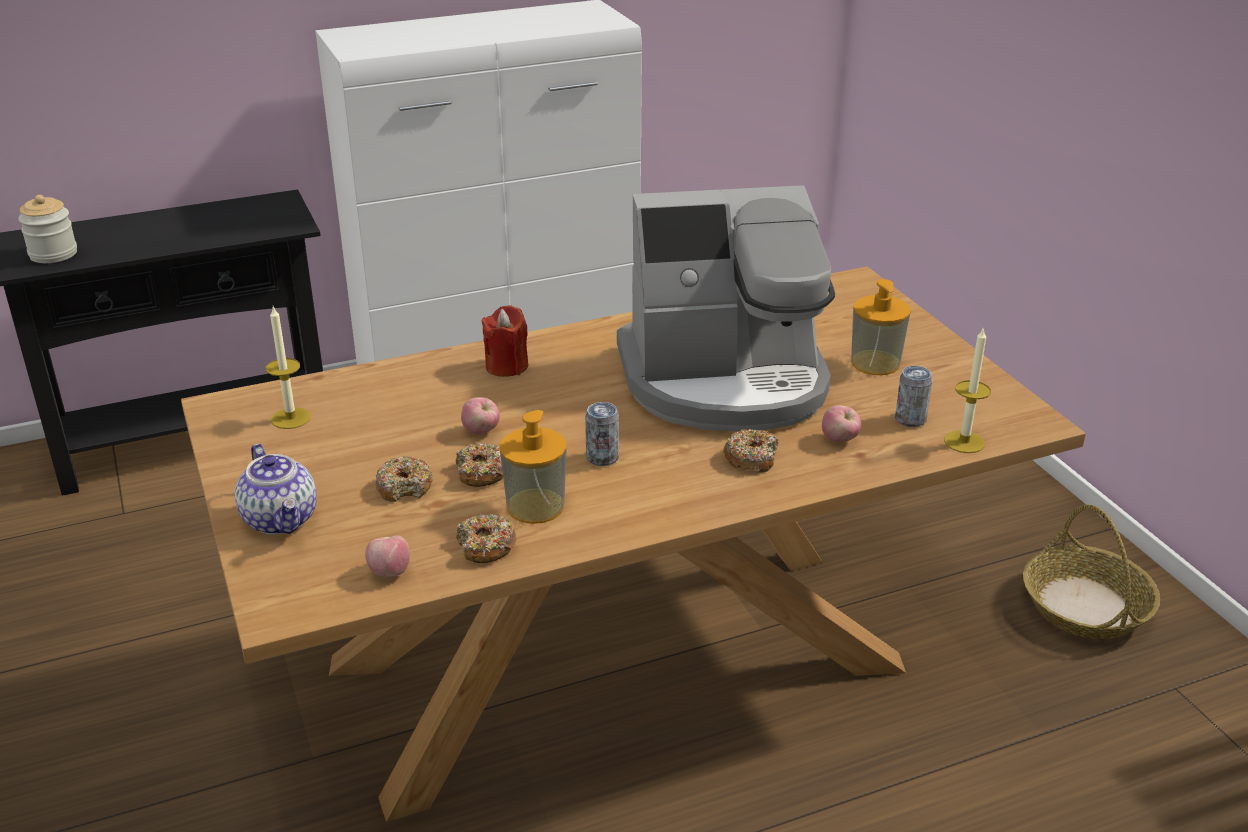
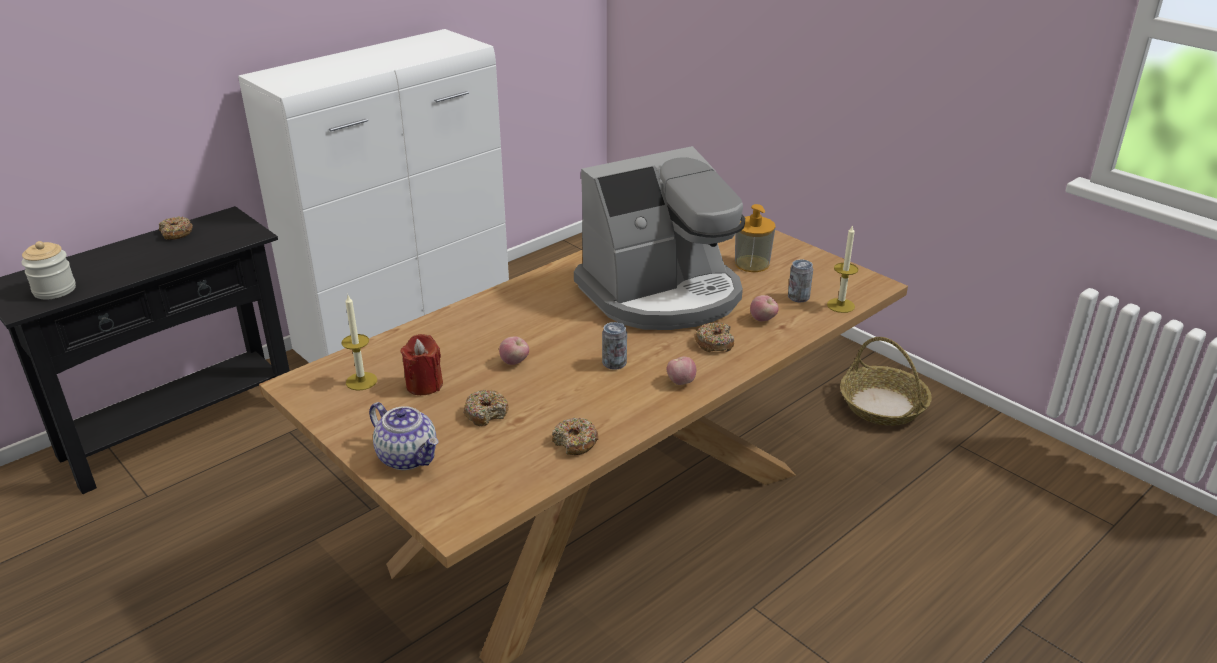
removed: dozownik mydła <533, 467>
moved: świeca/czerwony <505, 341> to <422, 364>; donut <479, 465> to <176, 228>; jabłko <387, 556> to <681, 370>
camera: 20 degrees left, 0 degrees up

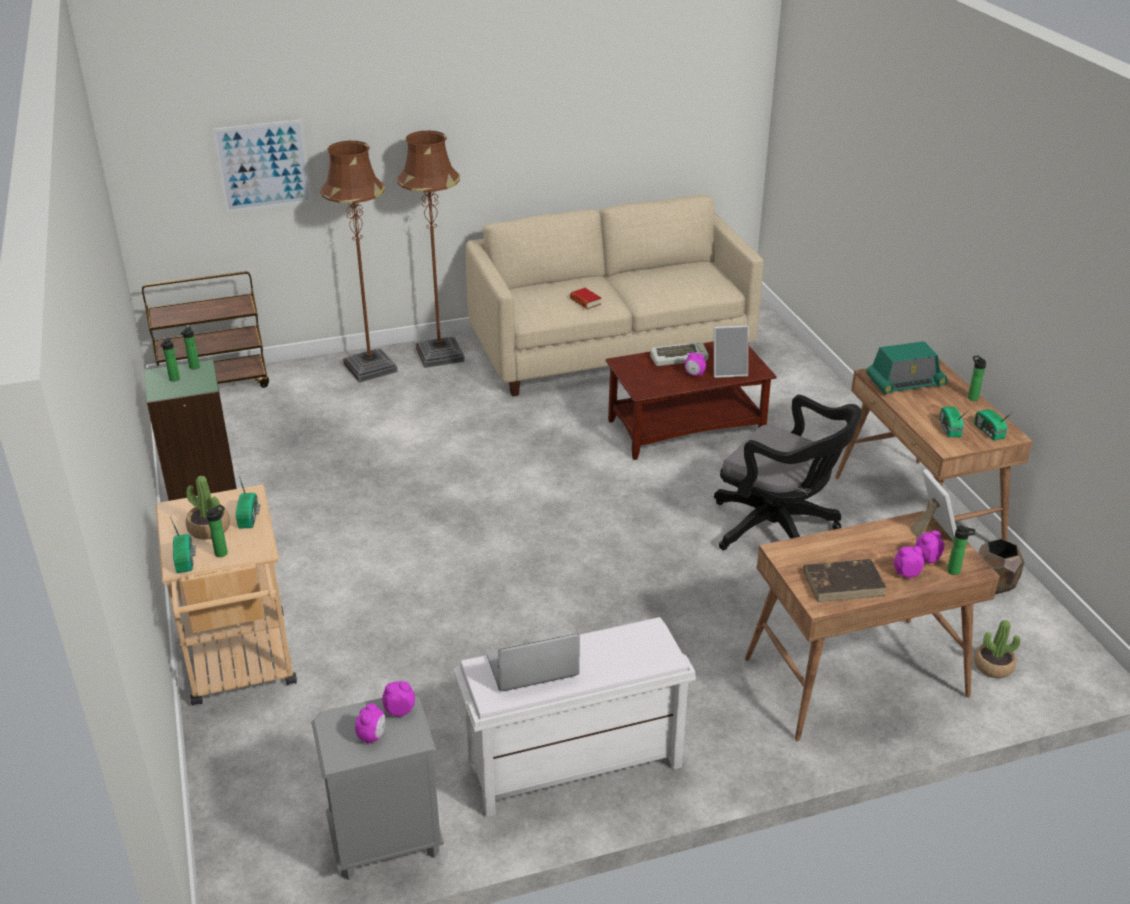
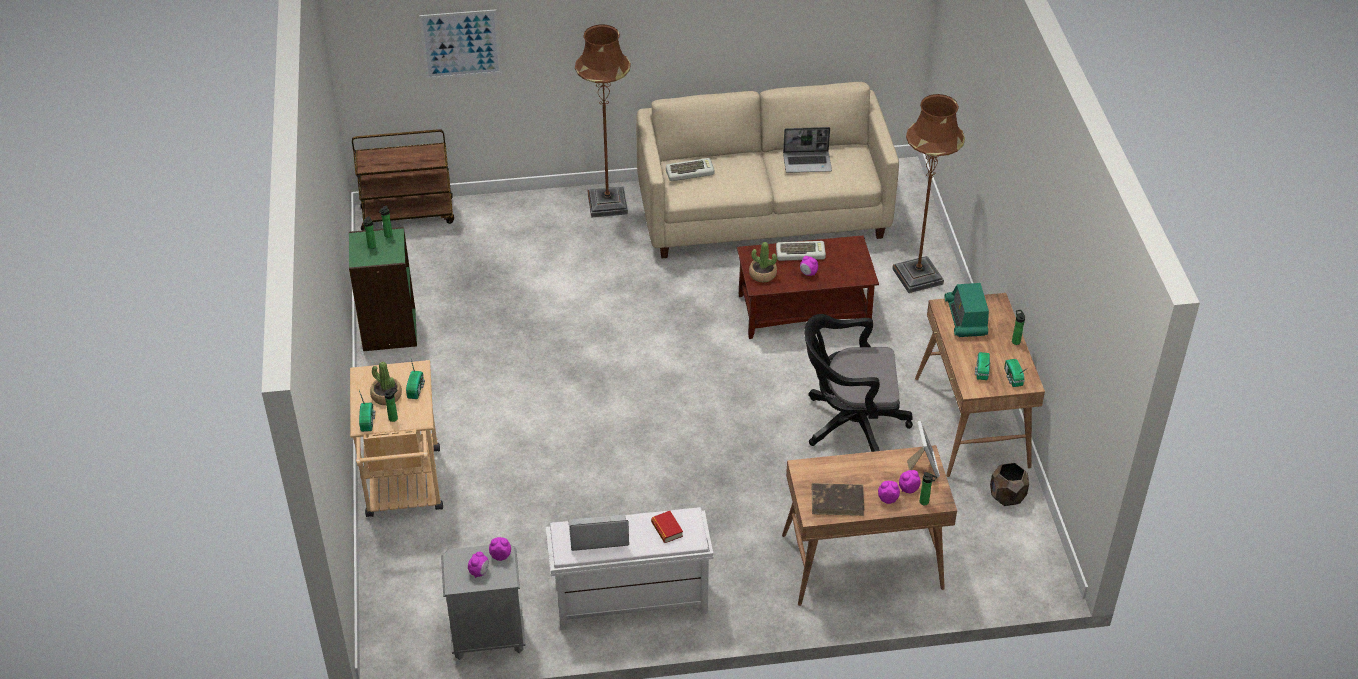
removed: ramka na zdjęcie <731, 351>
added: laptop <807, 150>; klawiatura <690, 169>
moved: lampa stojąca/brązowy <359, 262> to <928, 193>; książka <585, 298> to <667, 527>; roślina doniczkowa <997, 649> to <763, 262>
turned: radio <907, 367> = <967, 310> 90 degrees clockwise; krzesło biurowe/czarny <788, 472> = <858, 383> 135 degrees clockwise
camera: 10 degrees right, 10 degrees up

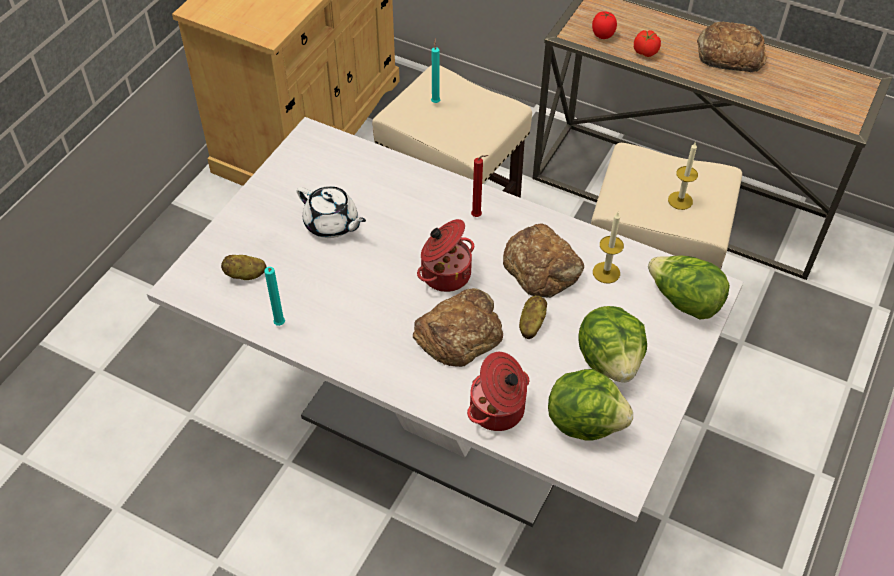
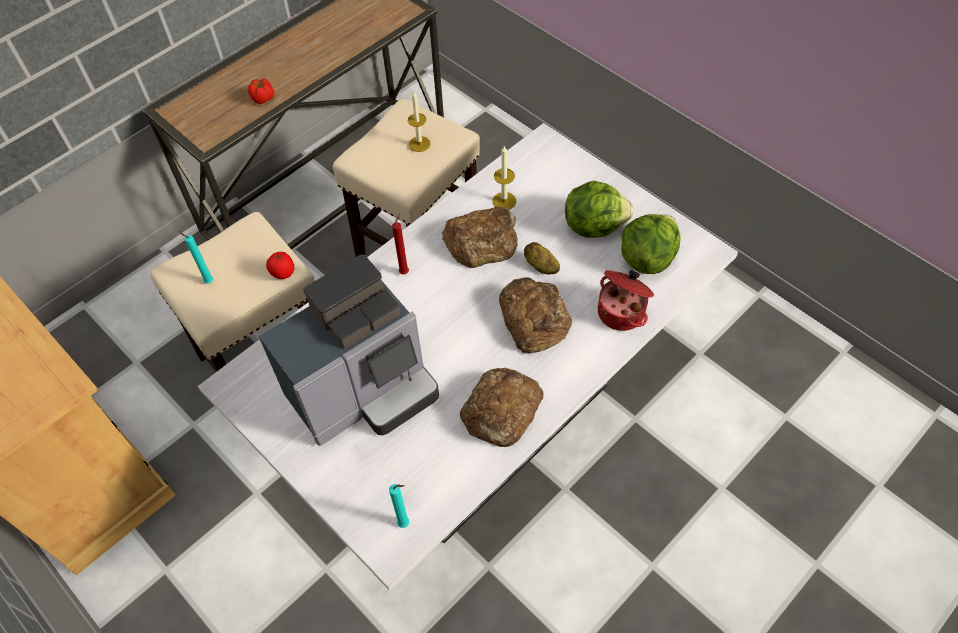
removed: garnek <445, 255>; ziemniak <243, 267>; sałata <689, 288>
moved: pomidor <604, 25> to <280, 265>; chleb <732, 47> to <501, 407>; świeca/turkusowy <274, 296> to <399, 506>
replaced: imbryk/biały <331, 212> to ekspres do kawy <349, 350>
camera: 70 degrees left, 5 degrees up

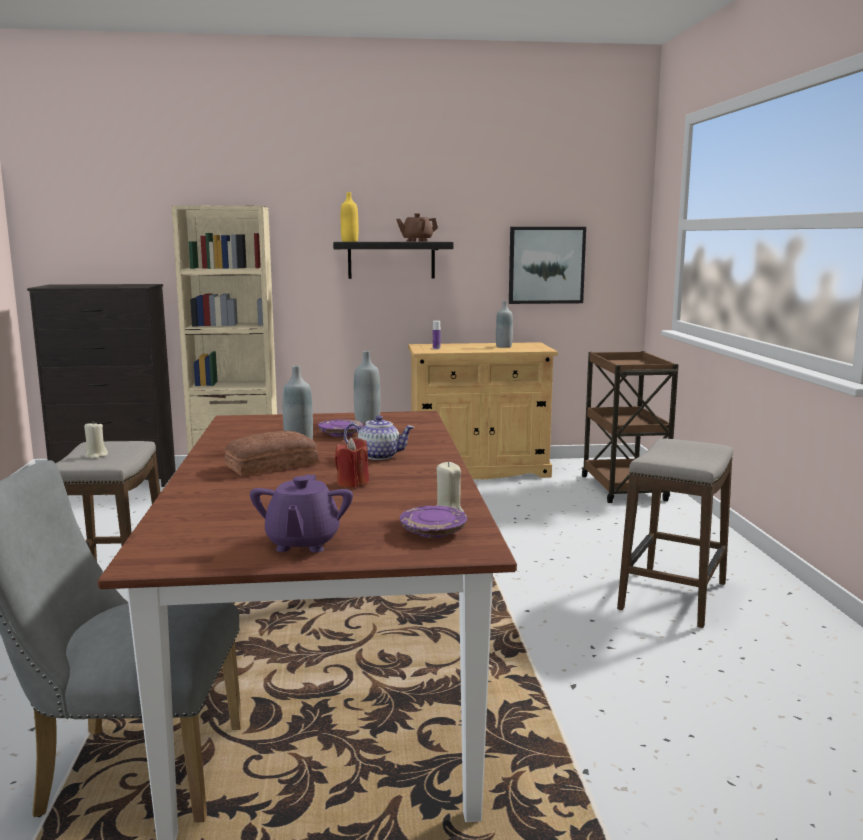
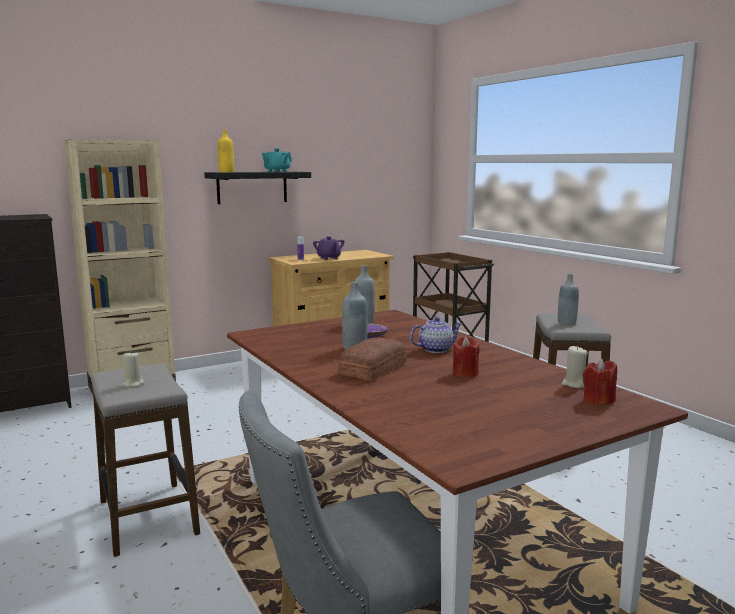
removed: obraz <547, 265>
moved: butelka/szary <504, 324> to <568, 300>; imbryk/fioletowy <301, 513> to <329, 248>
replaced: talerz/fioletowy <433, 522> to świeca/czerwony <600, 382>
recoloured: imbryk/brązowy <417, 227> to imbryk/turkusowy <277, 160>
camera: 25 degrees left, 0 degrees up

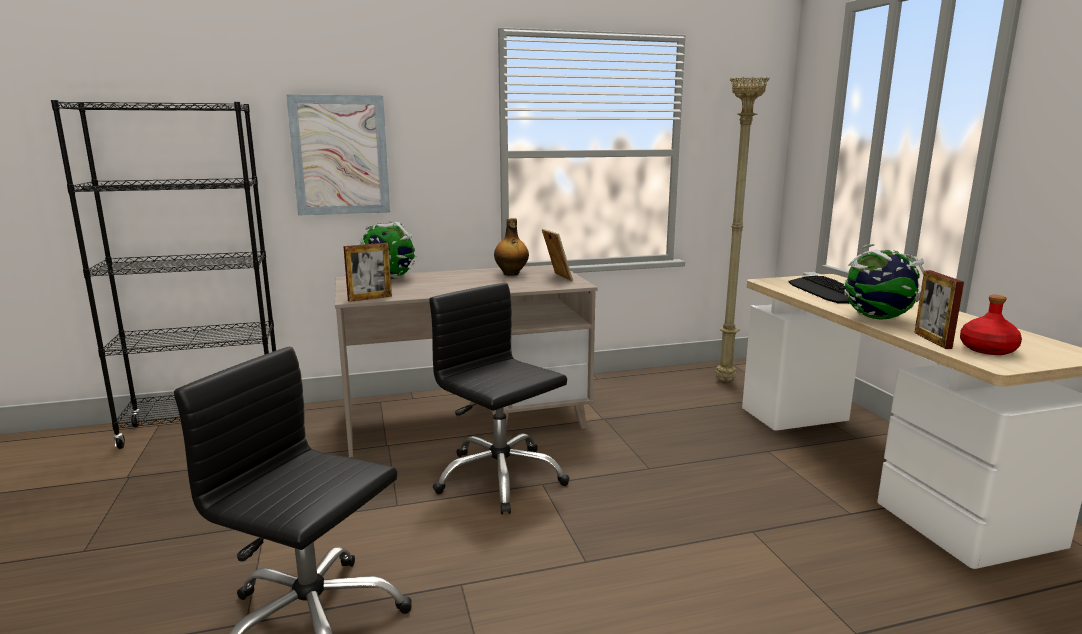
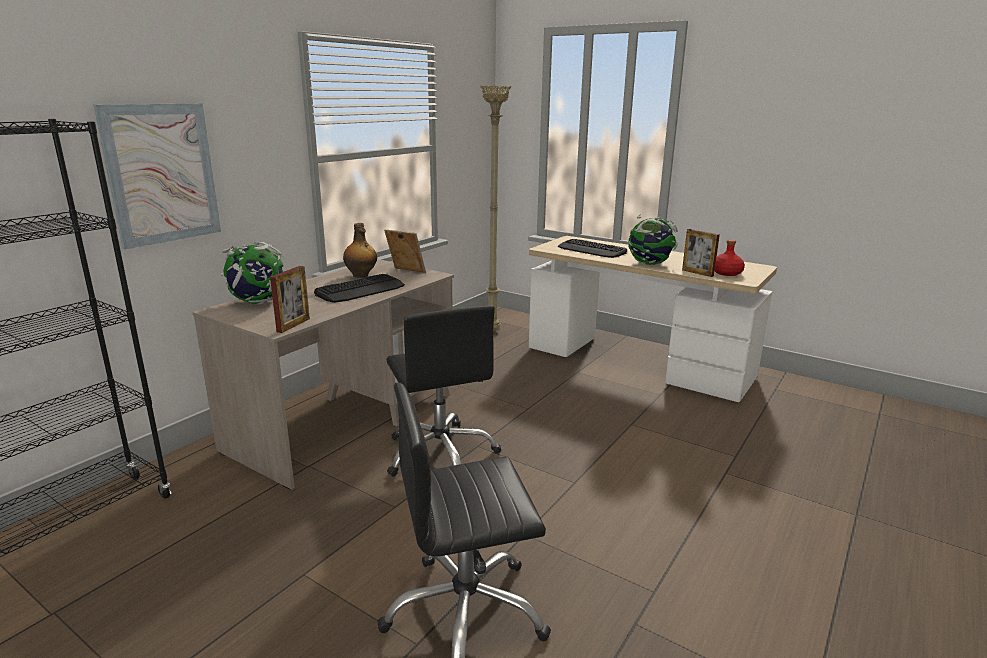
added: klawiatura <359, 288>
turned: krzesło biurowe/czarny <499, 398> = <443, 391> 120 degrees counterclockwise
camera: 40 degrees left, 5 degrees up

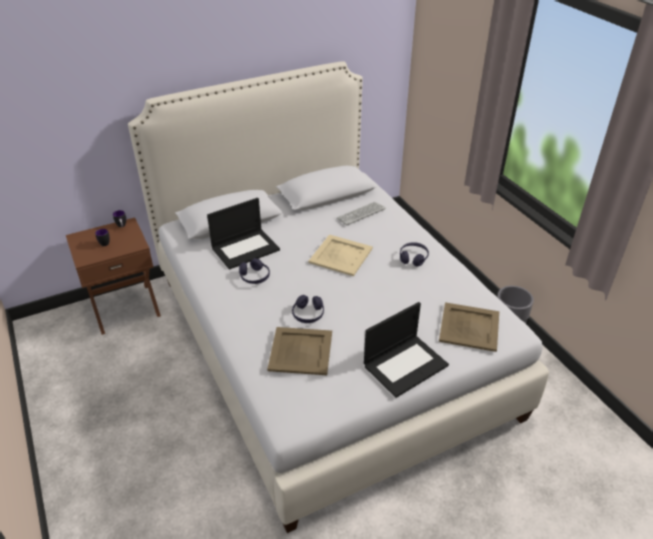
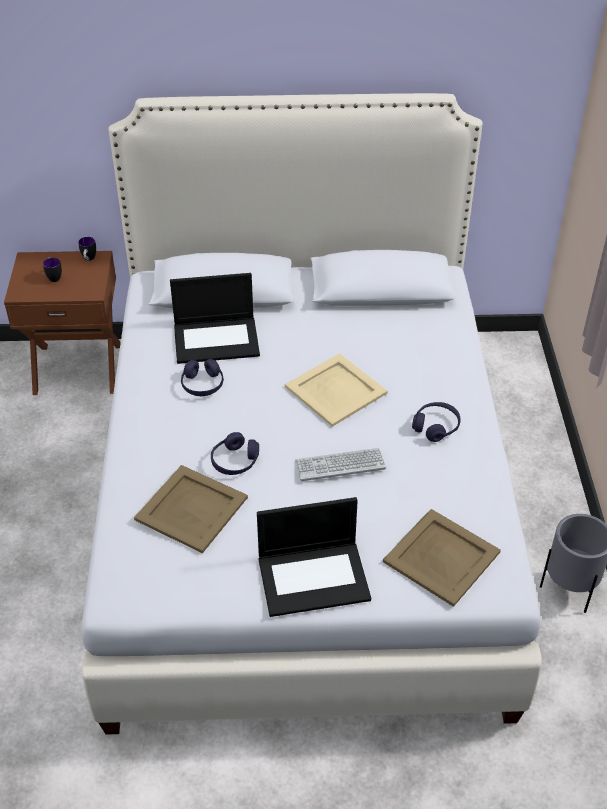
moved: klawiatura <361, 213> to <340, 464>
camera: 25 degrees right, 5 degrees up

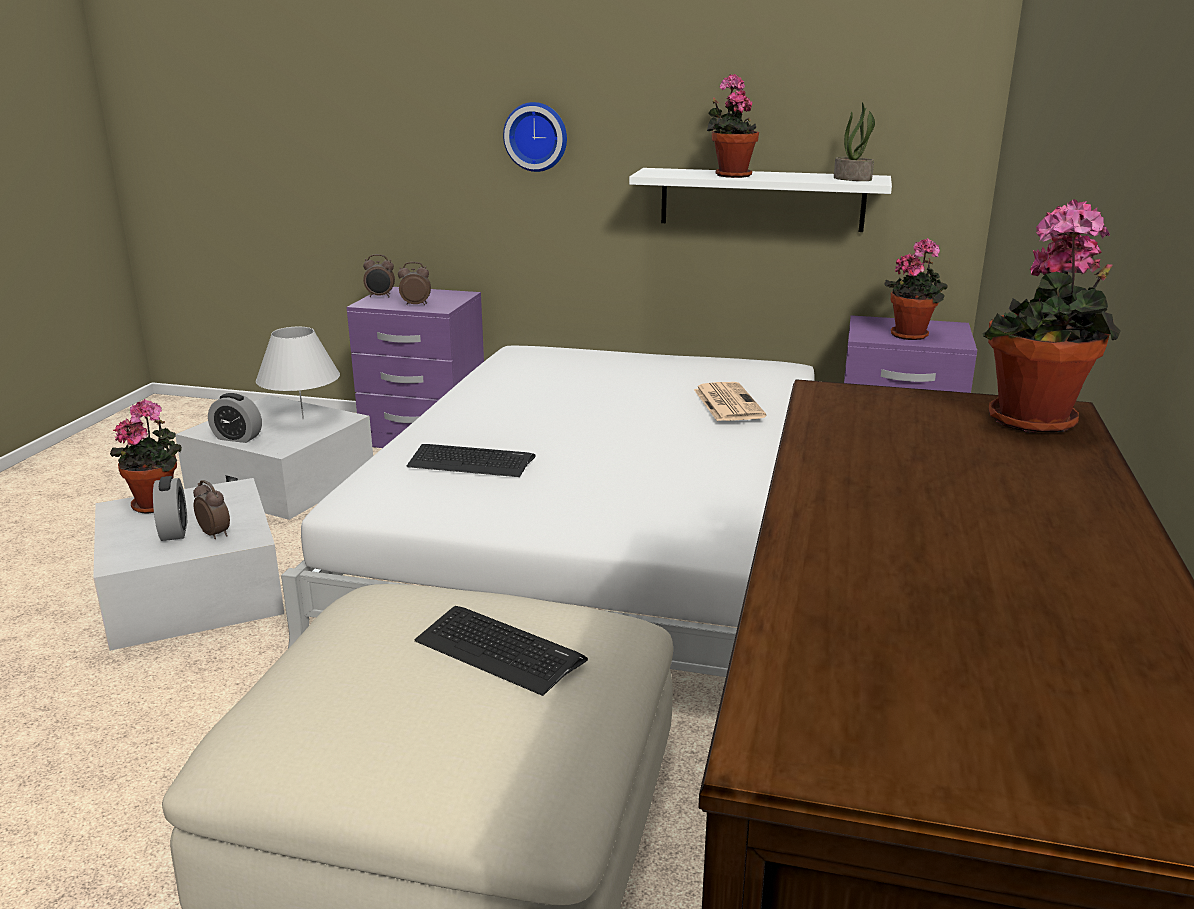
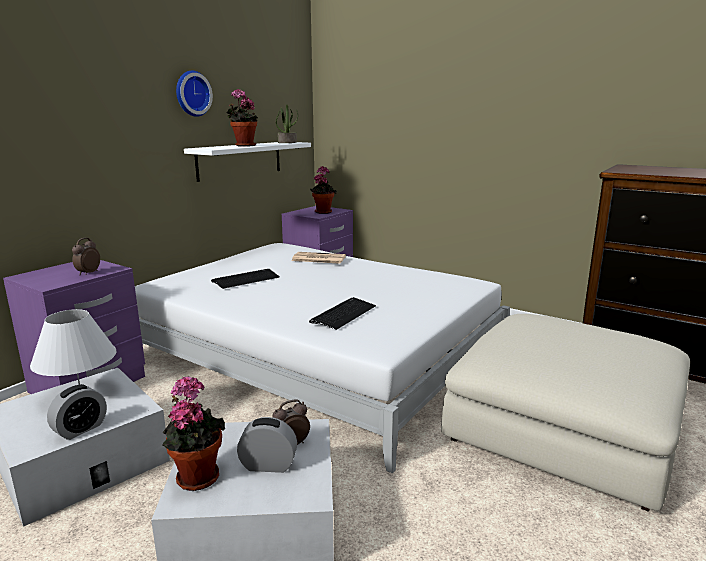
removed: roślina doniczkowa <1051, 316>; budzik <379, 275>
moved: zegar ścienny <535, 137> to <194, 94>; klawiatura <501, 651> to <245, 279>
camera: 70 degrees left, 5 degrees down

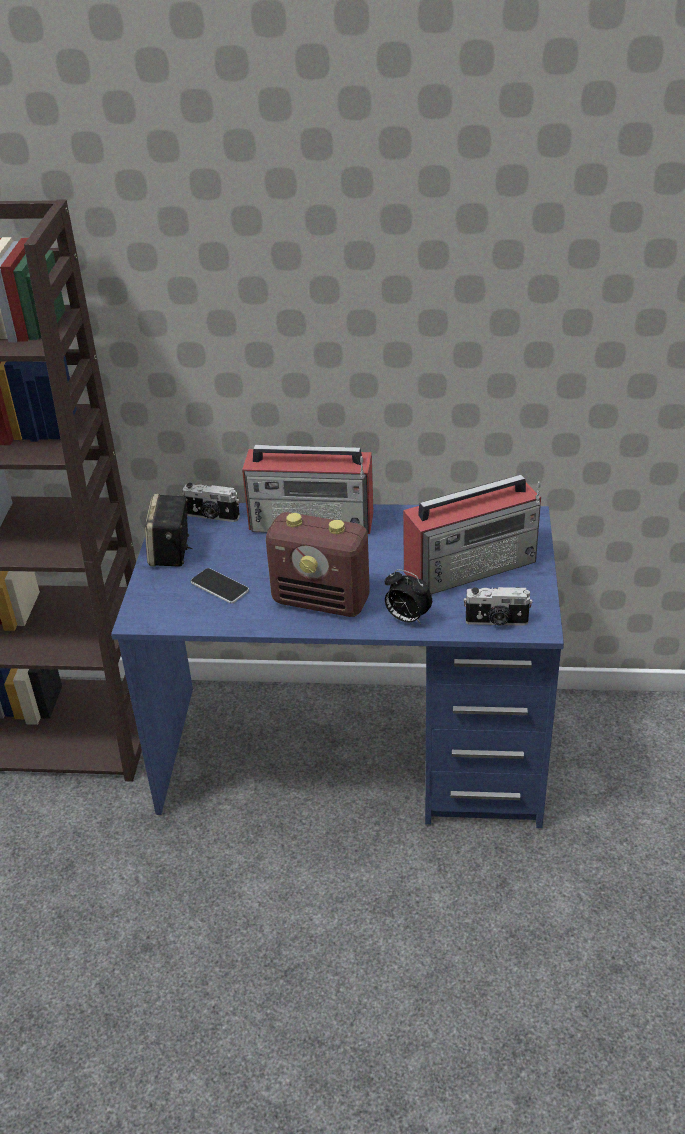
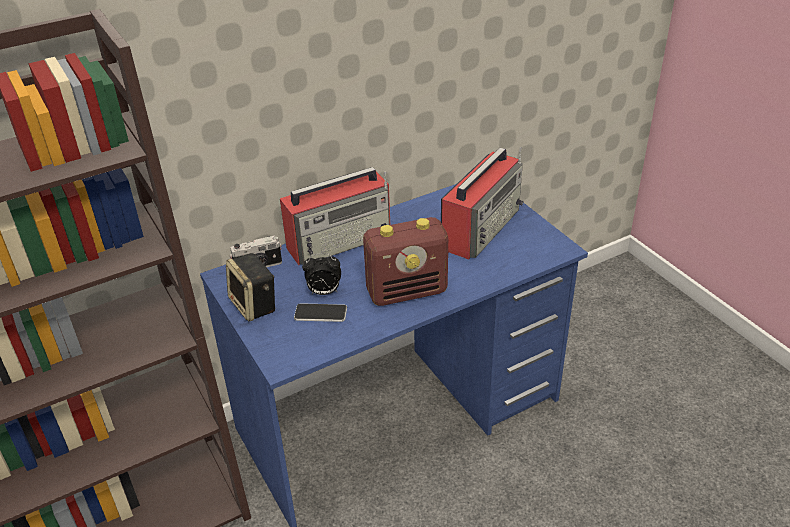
removed: aparat fotograficzny <498, 606>
moved: budzik <408, 597> to <321, 274>
camera: 35 degrees left, 0 degrees up

